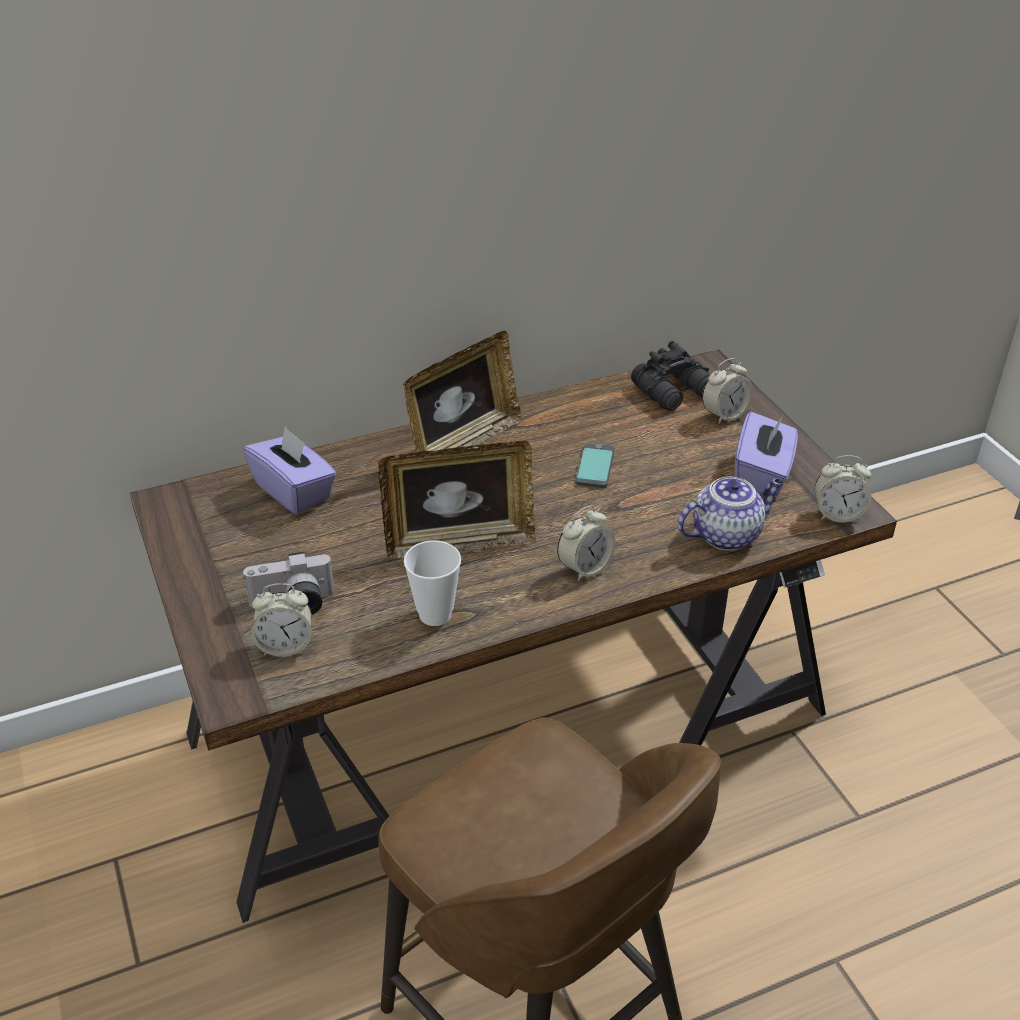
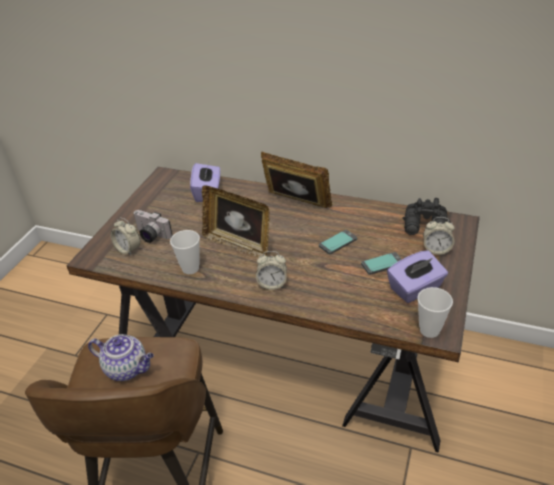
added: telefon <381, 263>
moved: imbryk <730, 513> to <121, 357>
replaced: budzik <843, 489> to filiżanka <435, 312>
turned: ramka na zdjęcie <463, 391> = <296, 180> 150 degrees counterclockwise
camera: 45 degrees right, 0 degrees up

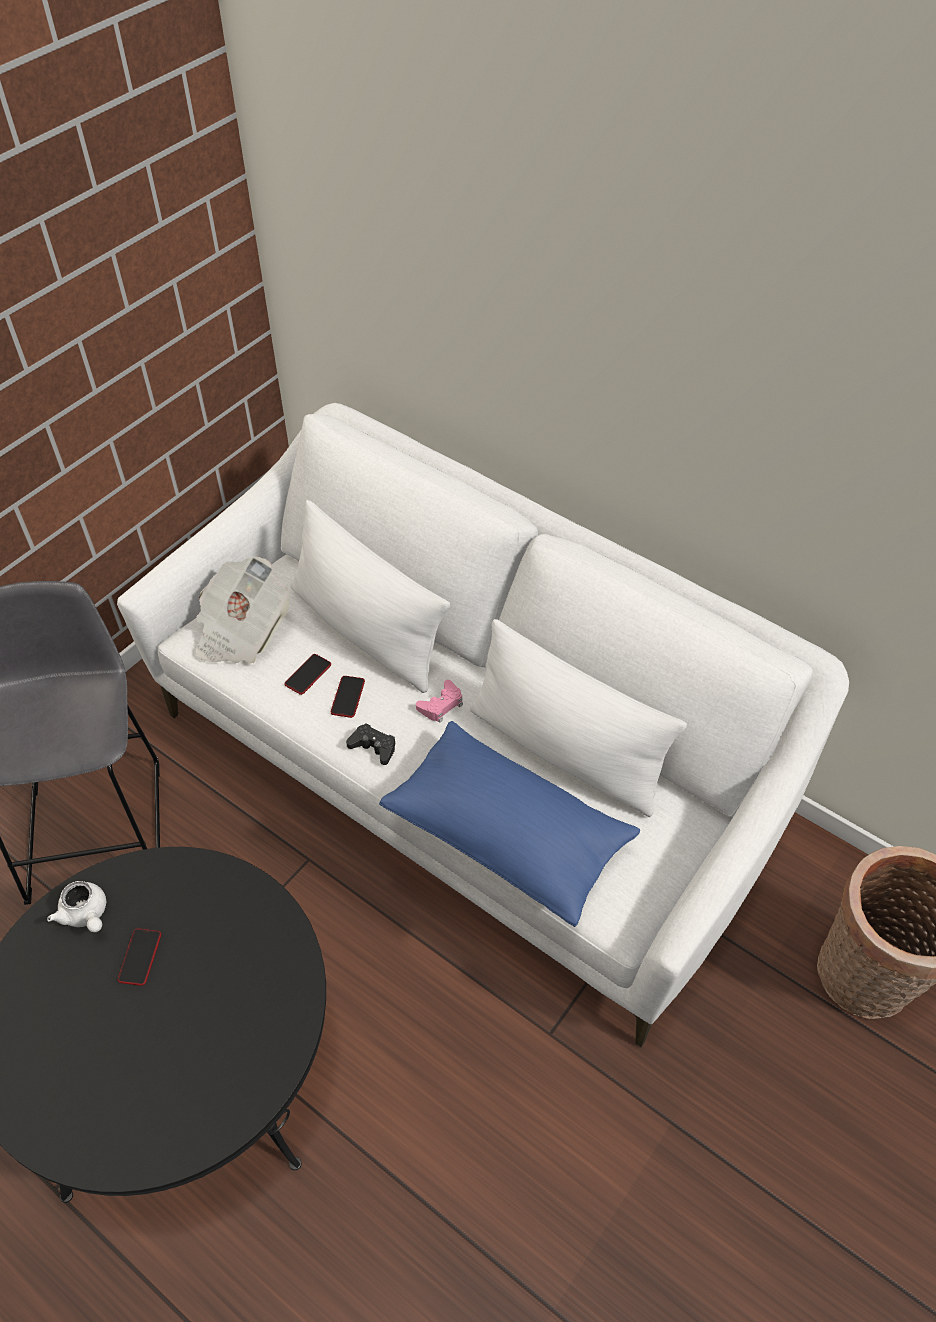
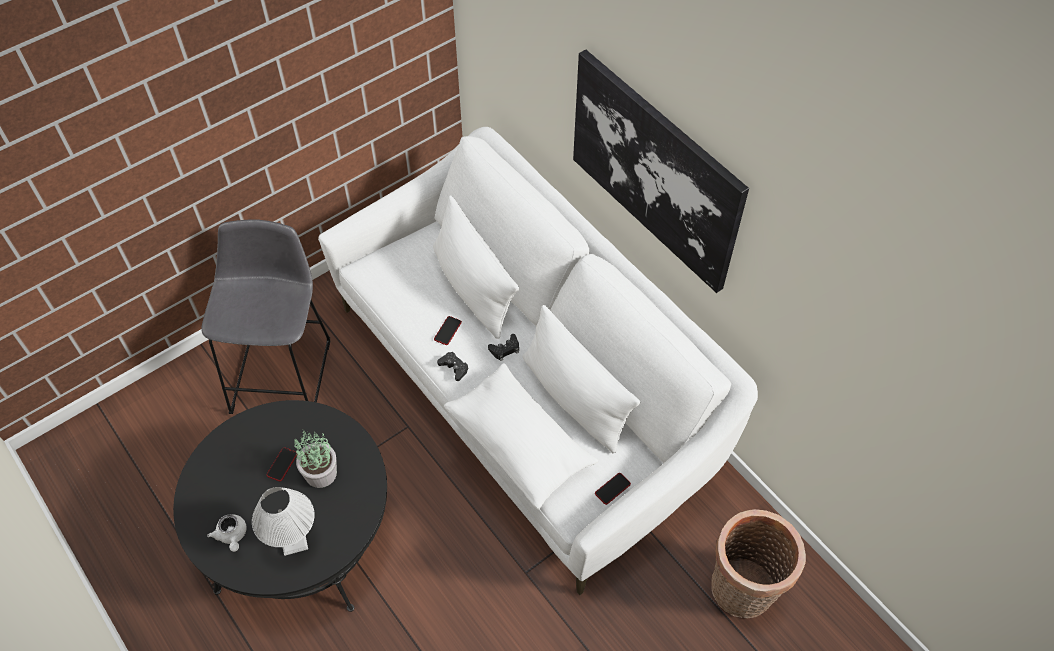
removed: gazeta <243, 610>
added: obraz <661, 171>; roślina doniczkowa <315, 459>; lampa stołowa/biały <283, 521>
moved: telefon <307, 674> to <613, 489>; imbryk/biały <76, 906> to <227, 533>
recoloured: pad do gier/różowy <439, 701> to pad do gier/czarny <503, 347>; poduszka/niebieski <509, 824> to poduszka/biały <521, 436>
camera: 15 degrees right, 5 degrees up

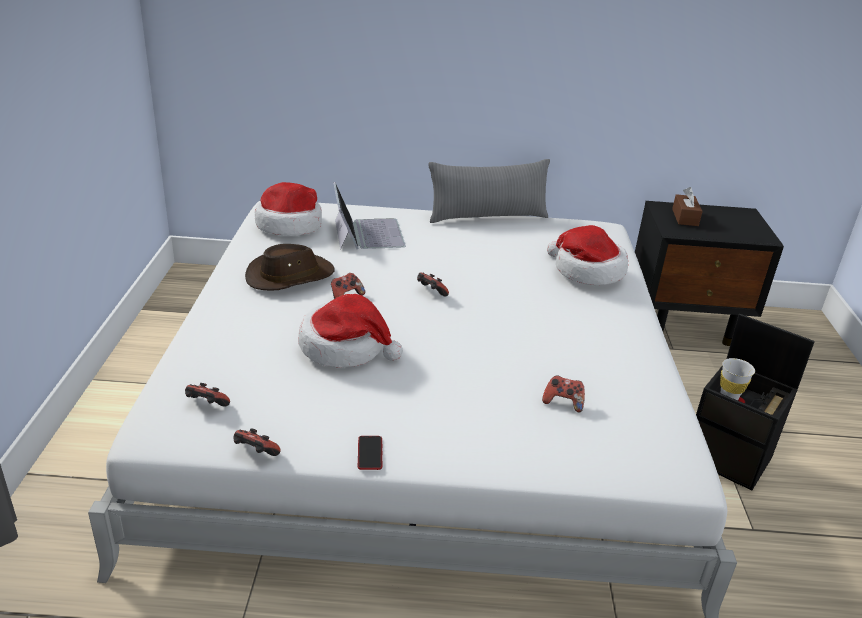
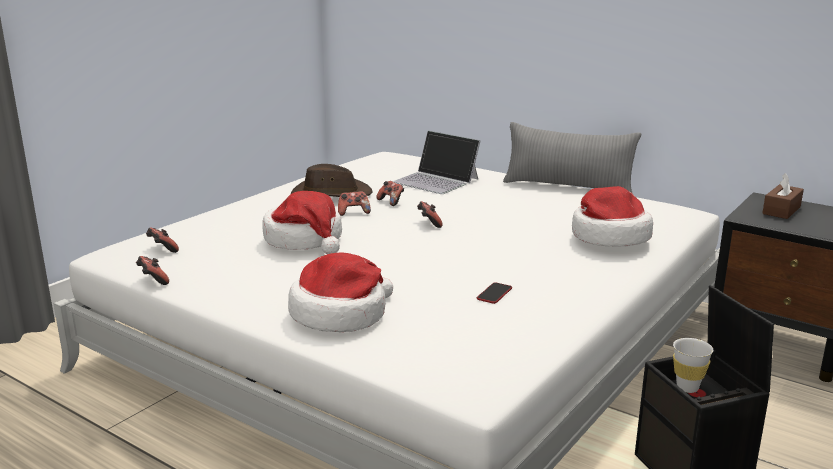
moved: kapelusz <288, 209> to <340, 292>; pad do gier <563, 393> to <390, 193>; telefon <370, 453> to <494, 293>
turned: laptop <369, 216> = <436, 162> 105 degrees clockwise
camera: 35 degrees right, 10 degrees down

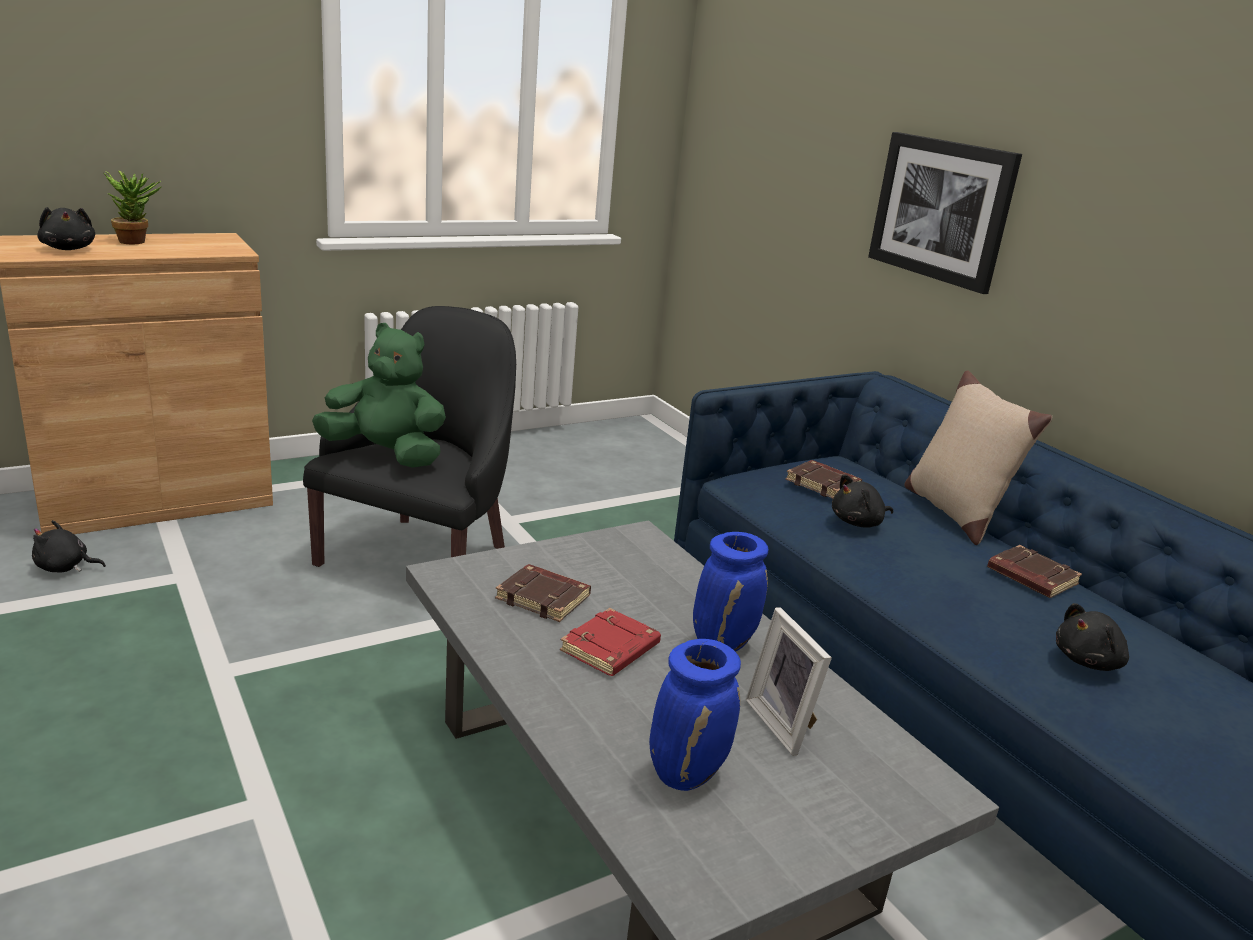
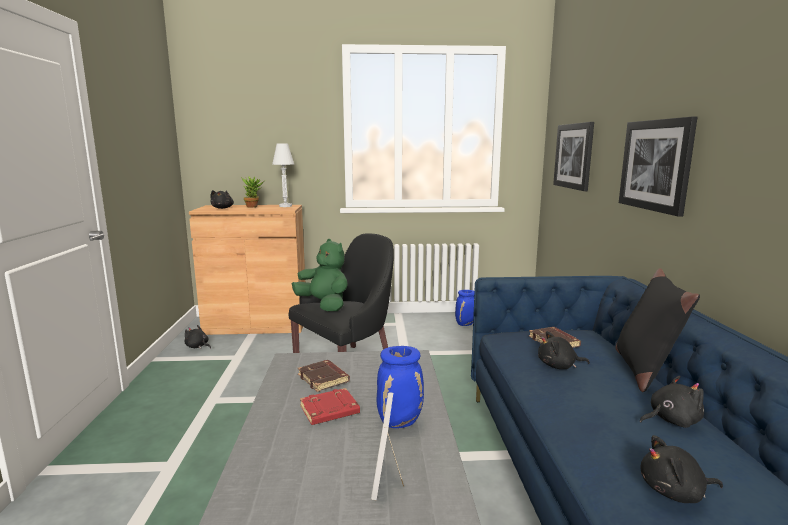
added: obraz <573, 156>; lampa stołowa/biały <283, 175>
moved: wazon/niebieski <695, 715> to <464, 308>
replaced: książka/brązowy <1034, 571> to pluszak/czarny <672, 402>
recoloured: poduszka/beżowy <978, 457> to poduszka/czarny <657, 330>
camera: 30 degrees right, 10 degrees down

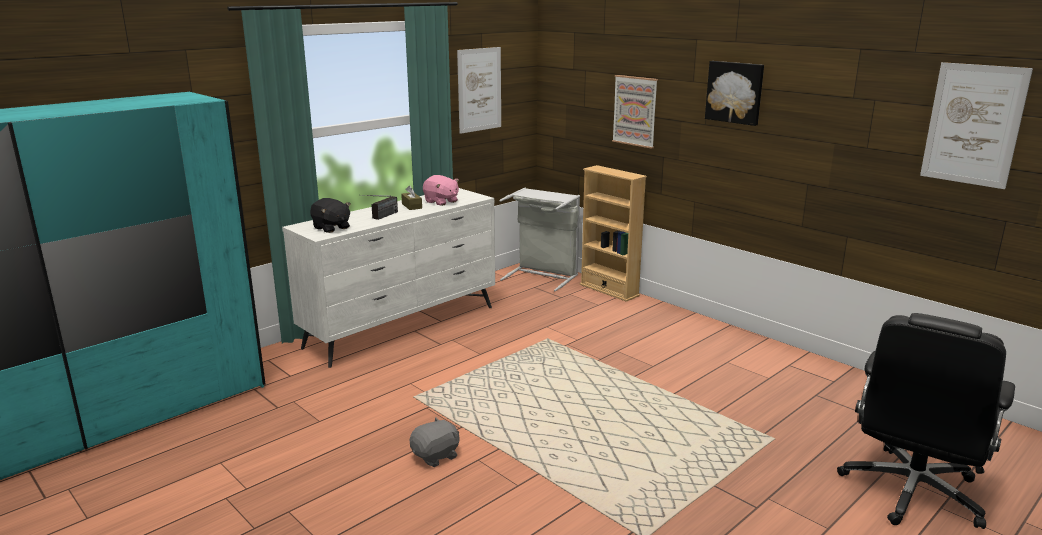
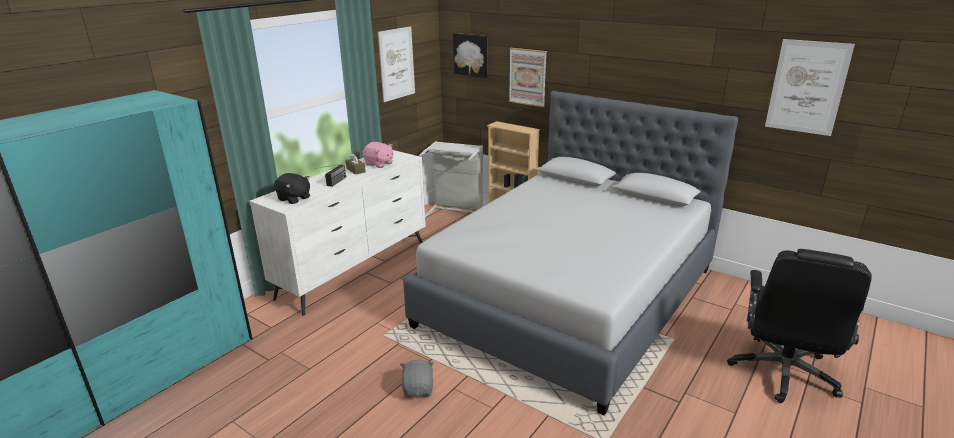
added: łóżko/szary <570, 253>
moved: obraz <734, 93> to <470, 55>
turned: pluszak/szary <435, 442> = <417, 378> 45 degrees counterclockwise
camera: 10 degrees left, 5 degrees up

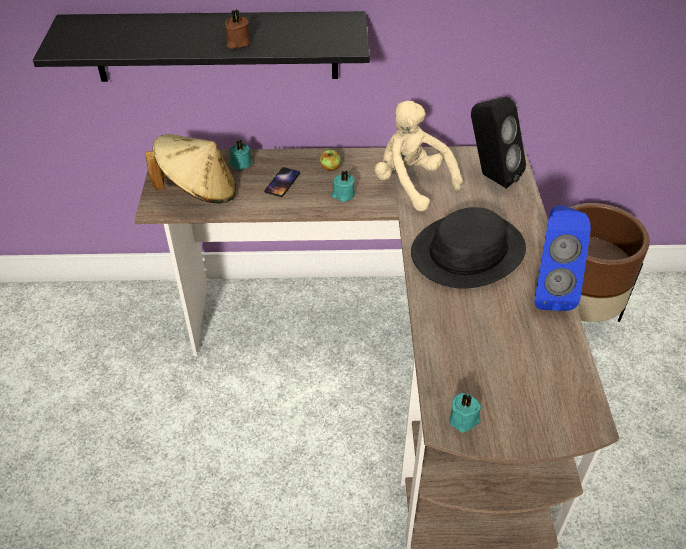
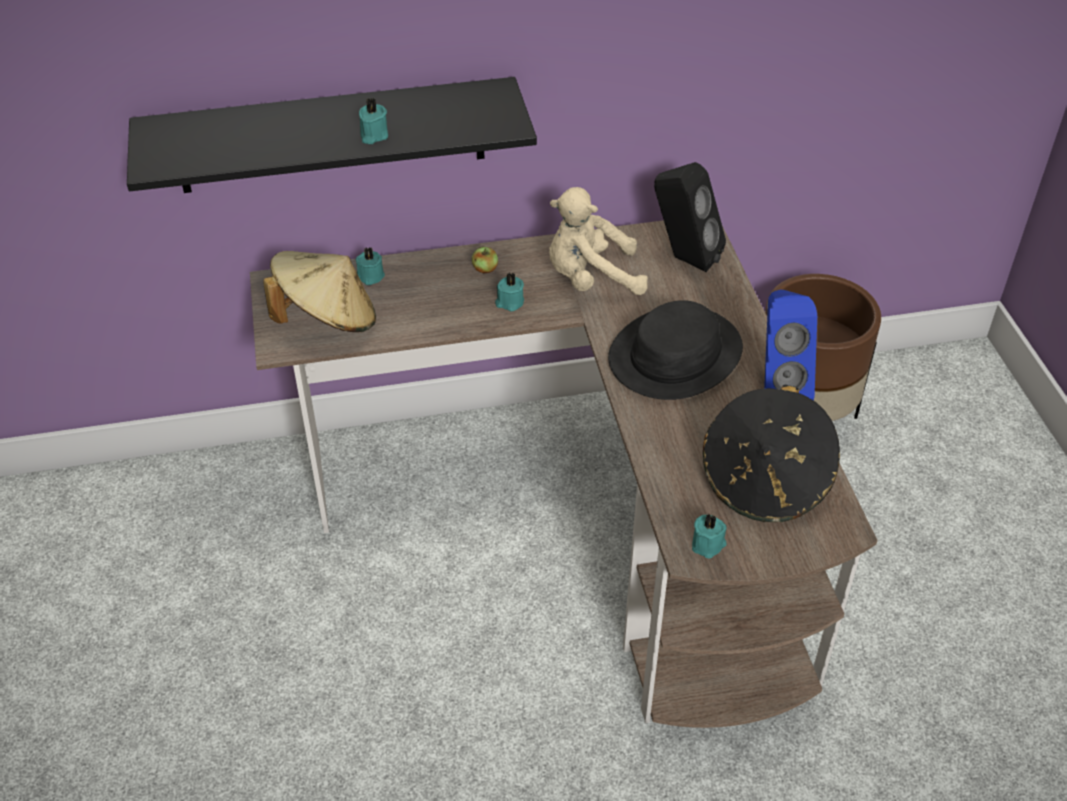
removed: telefon <282, 182>
added: kapelusz/czarny <771, 453>
recoloured: świeca/brązowy <237, 29> to świeca/turkusowy <373, 121>
turned: pluszak/beżowy <419, 156> = <598, 241> 45 degrees counterclockwise
camera: 10 degrees left, 0 degrees up

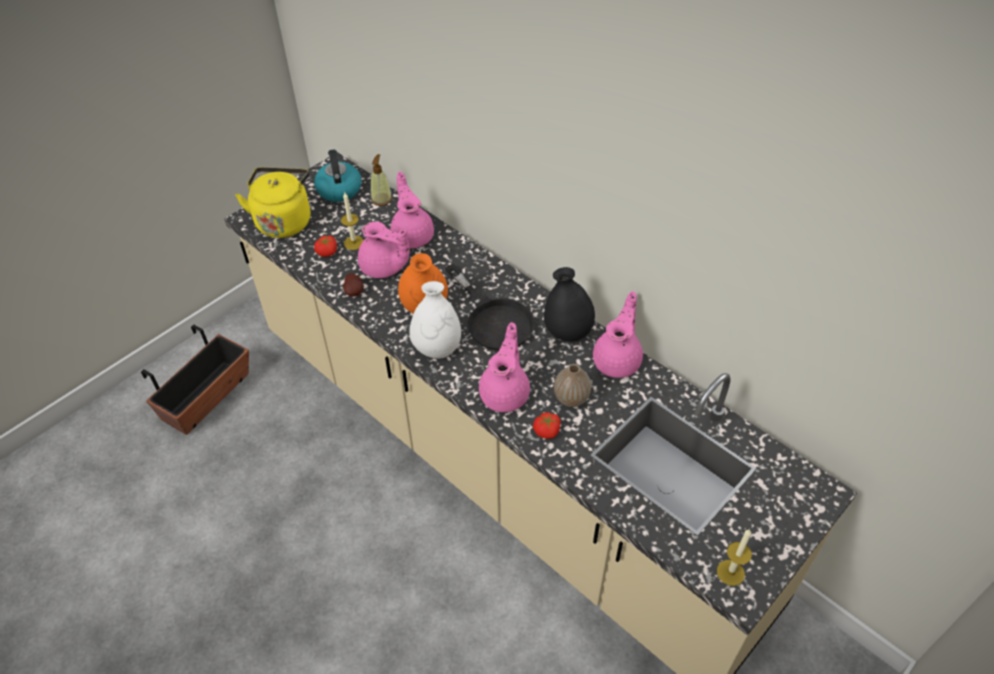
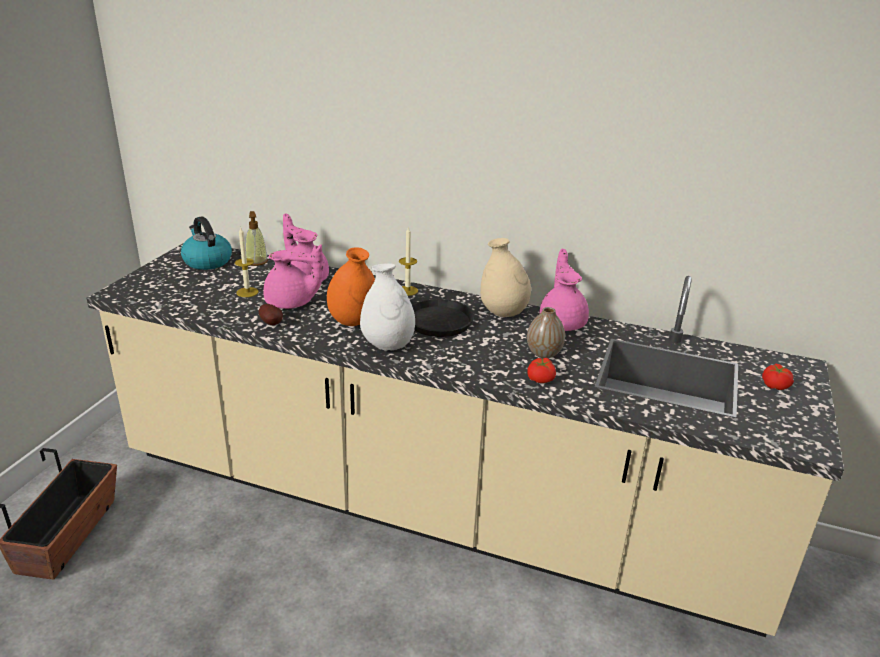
removed: czajnik/żółty <272, 202>; imbryk/różowy <504, 367>
moved: pomidor <325, 246> to <778, 377>; świeca <734, 557> to <408, 261>
recoloured: wazon/czarny <569, 304> to wazon/beżowy <505, 277>
camera: 25 degrees left, 20 degrees down

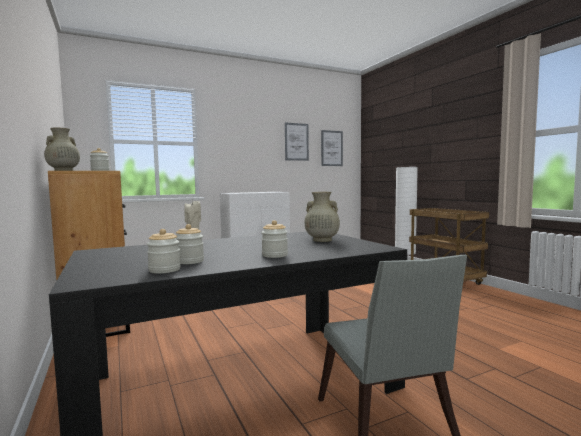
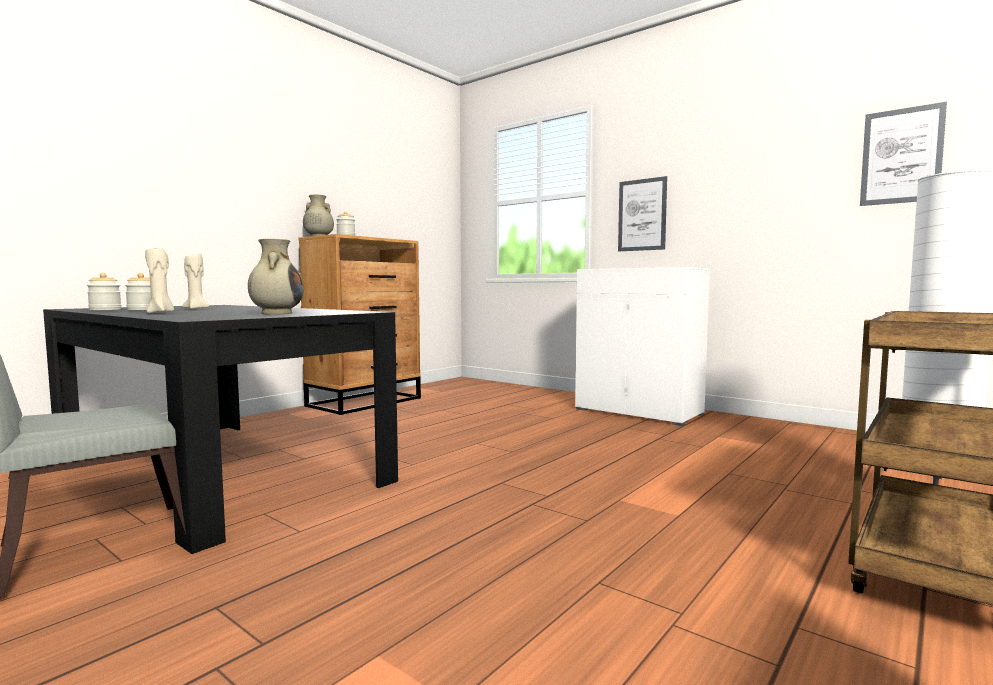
moved: obraz <297, 142> to <642, 213>
replaced: słoik <274, 239> to świeca/beżowy <159, 280>
camera: 65 degrees right, 0 degrees up

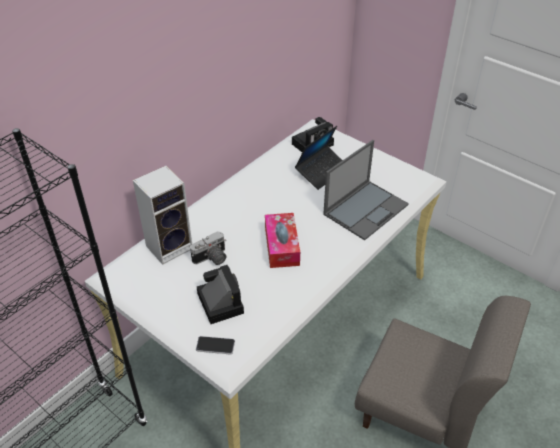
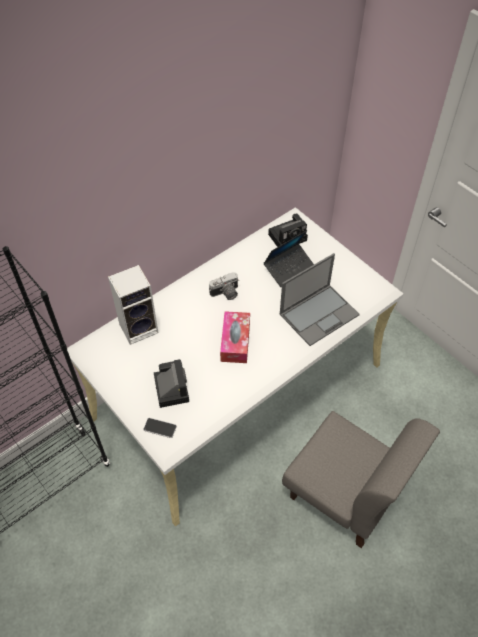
moved: aparat fotograficzny <208, 248> to <224, 286>
camera: 10 degrees right, 10 degrees up

